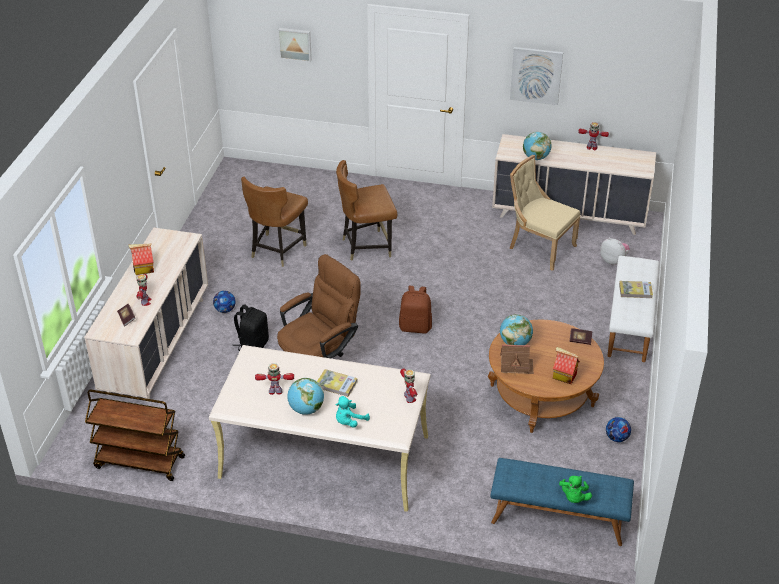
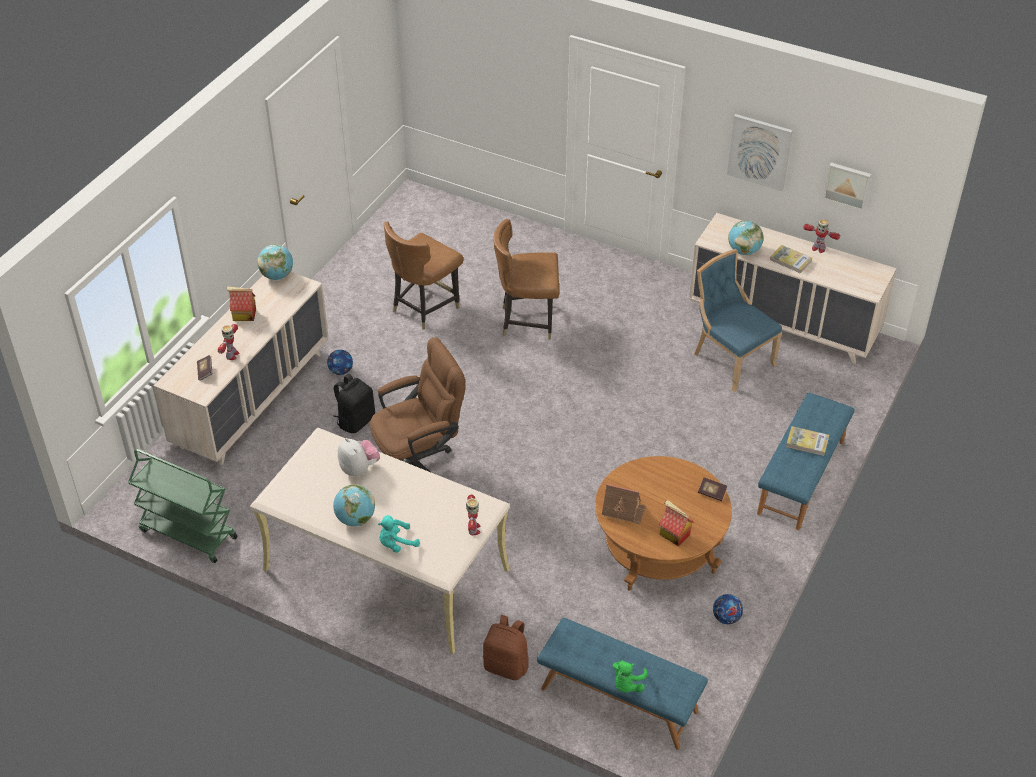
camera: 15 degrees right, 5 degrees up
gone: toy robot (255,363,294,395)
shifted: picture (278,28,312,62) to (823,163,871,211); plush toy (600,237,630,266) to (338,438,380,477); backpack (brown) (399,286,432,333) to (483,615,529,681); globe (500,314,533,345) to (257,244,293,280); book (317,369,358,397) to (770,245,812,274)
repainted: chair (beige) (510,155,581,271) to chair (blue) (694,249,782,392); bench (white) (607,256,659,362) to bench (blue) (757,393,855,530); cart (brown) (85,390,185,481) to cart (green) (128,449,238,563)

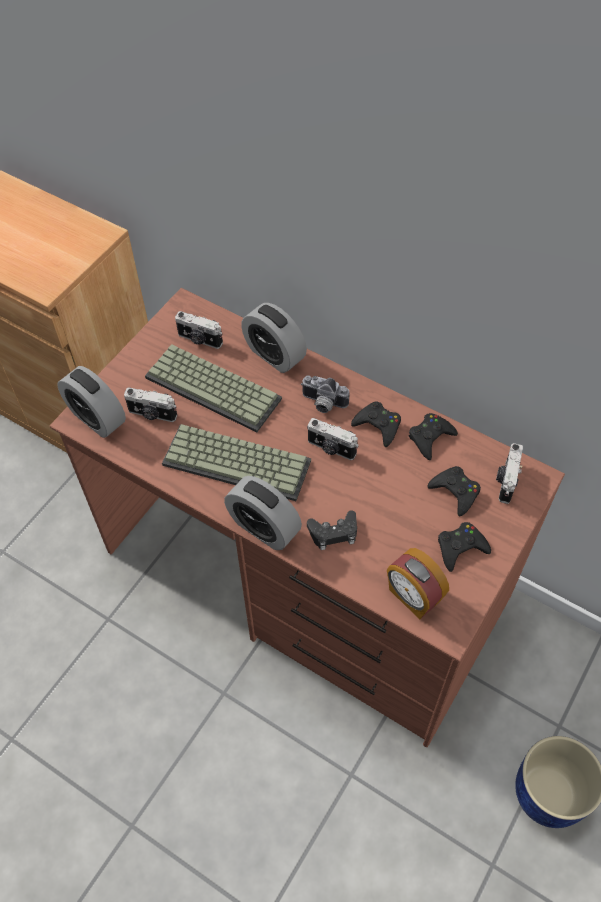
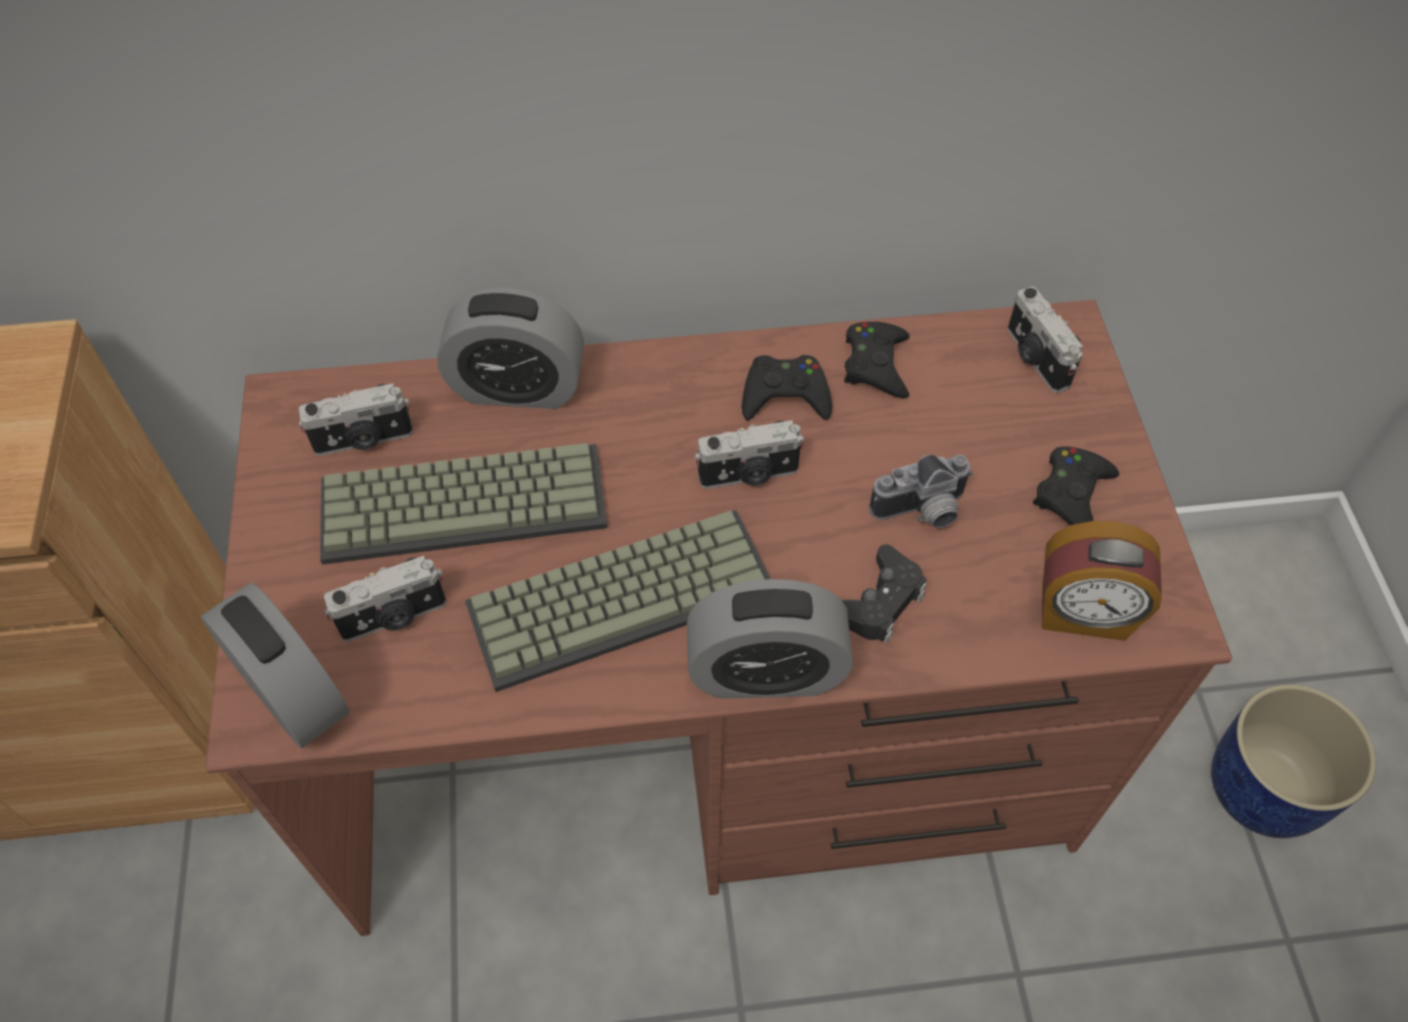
camera: 40 degrees left, 0 degrees up
gone: game controller (black) (427,466,481,517)
shifted: photo camera (301,376,350,413) to (870,455,973,528)
rotated: alarm clock (57,366,126,438) = (201,583,349,748) 135 degrees counterclockwise

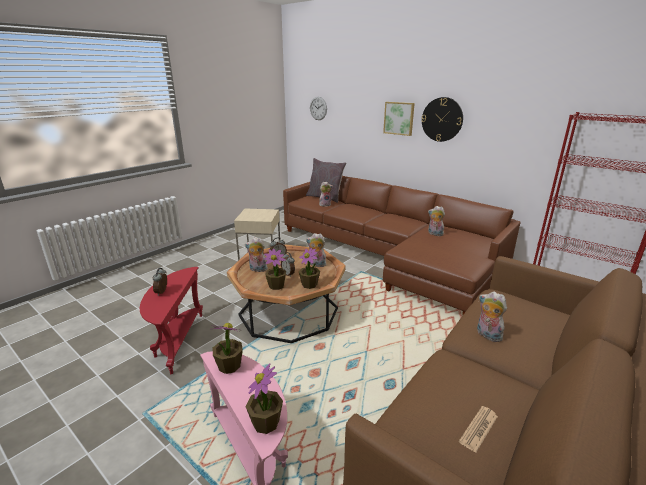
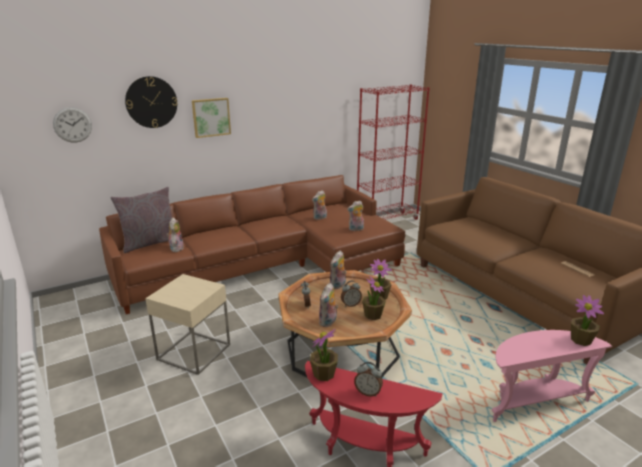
camera: 70 degrees left, 0 degrees up
shifted: wall clock (421,97,463,142) to (125,76,177,128); plush toy (477,291,507,342) to (347,200,364,231); potted plant (212,323,243,374) to (310,329,338,381)

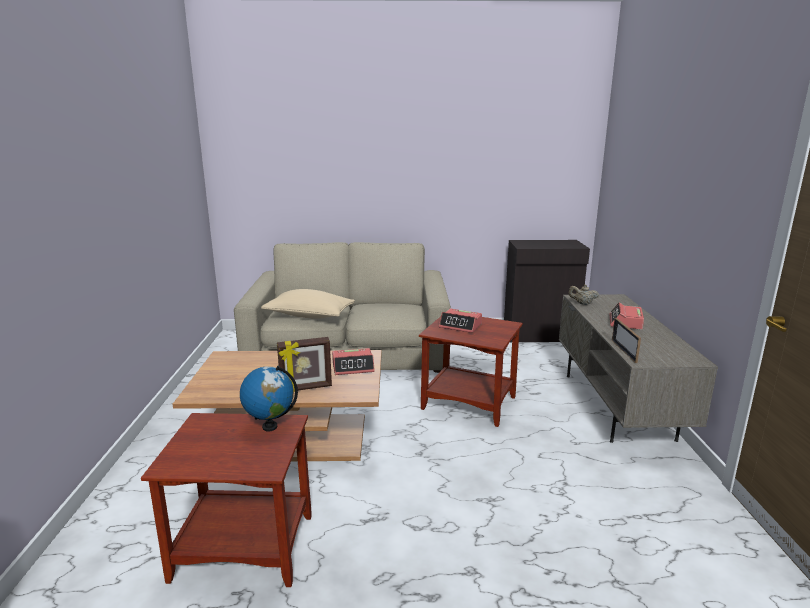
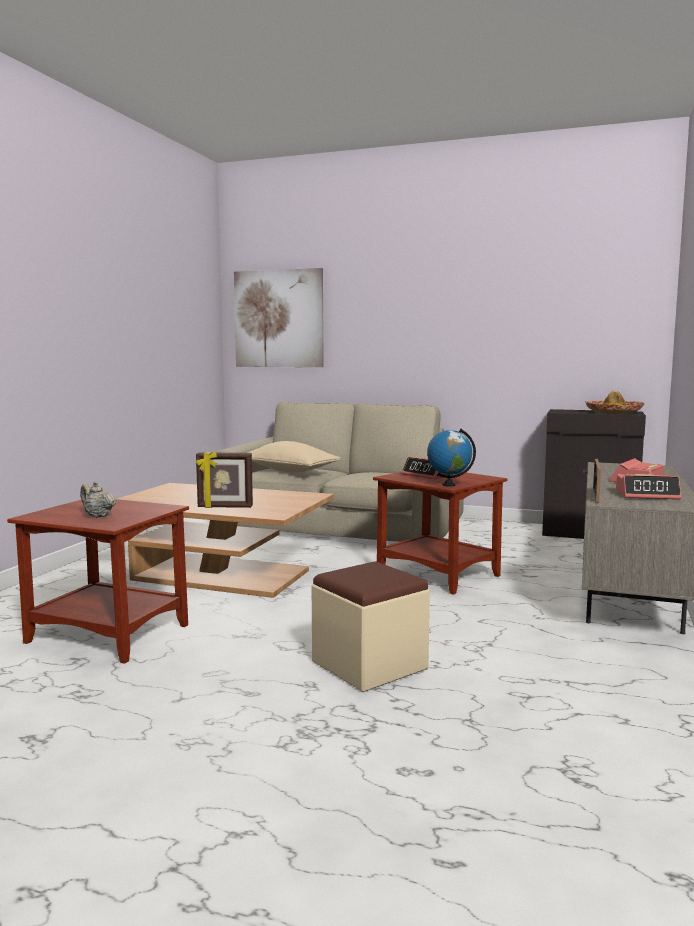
camera: 20 degrees right, 10 degrees down
new: picture (234,268,323,367); hat (585,390,645,414); ottoman (beige) (312,562,430,692)
shifted: teapot (beige) (569,284,599,305) to (80,481,116,518); alarm clock (332,348,375,375) to (616,474,681,499); globe (240,366,298,432) to (427,429,476,487)

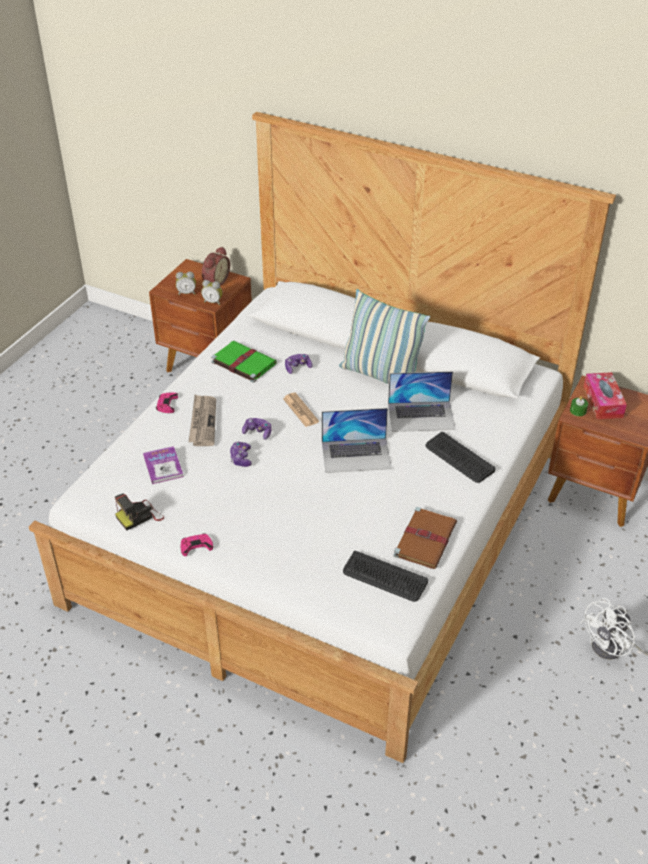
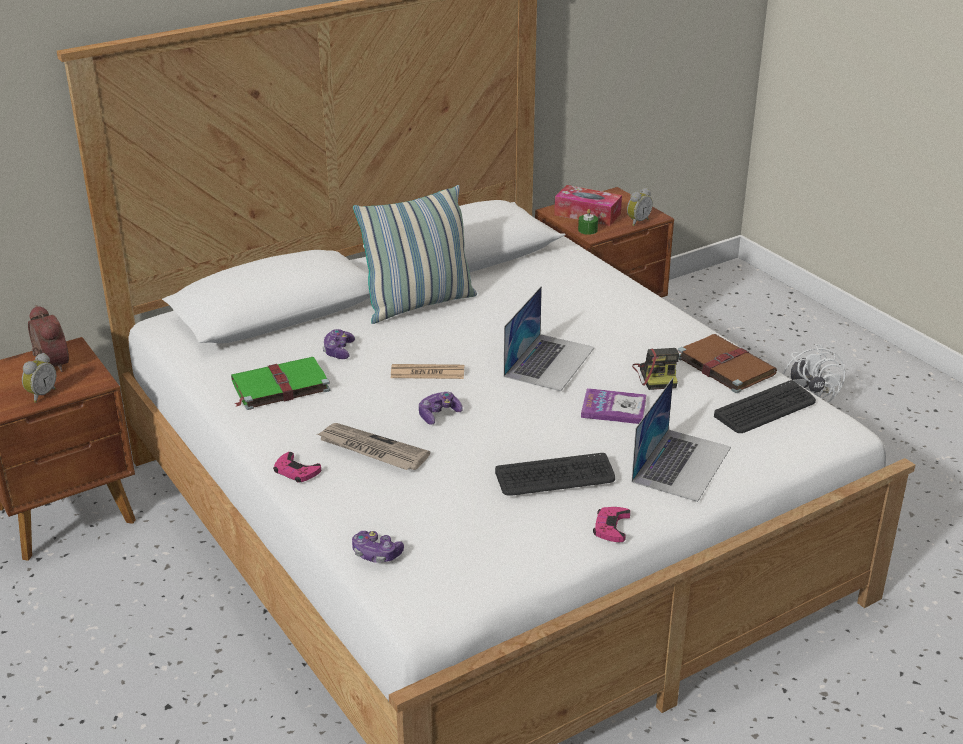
camera: 60 degrees left, 10 degrees down
shifted: alarm clock (201,280,223,305) to (627,188,653,226); laptop (388,371,456,432) to (632,378,731,502); keyboard (425,432,496,483) to (495,453,615,496); game controller (230,442,252,467) to (352,531,404,563); book (143,446,184,484) to (581,388,646,424); photo camera (115,493,164,530) to (632,348,679,390)

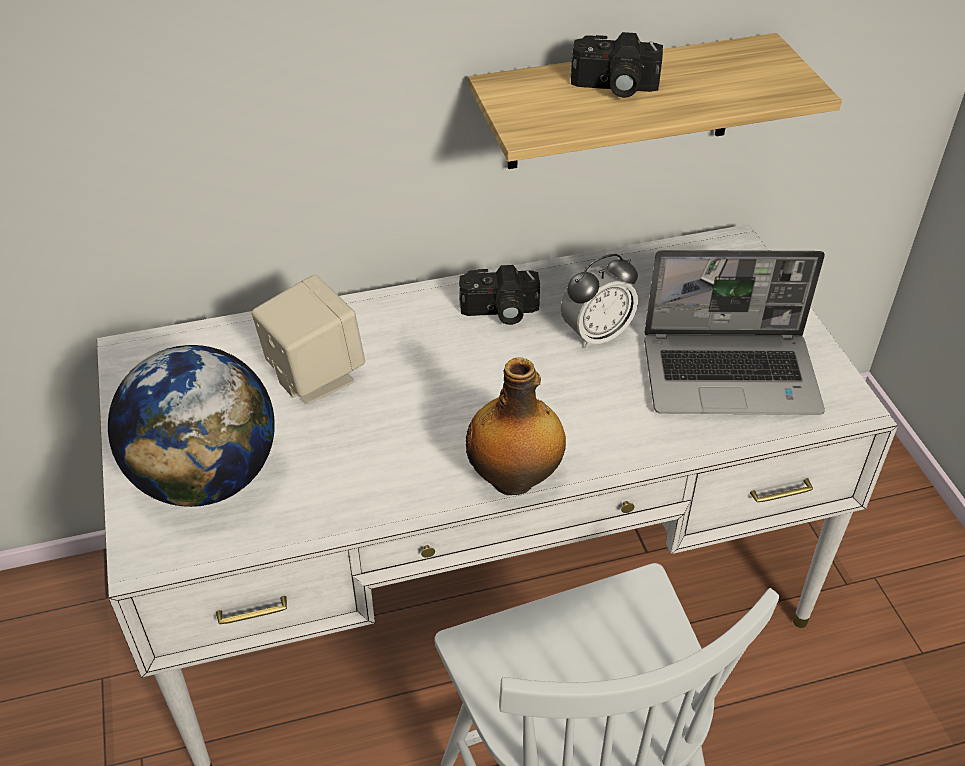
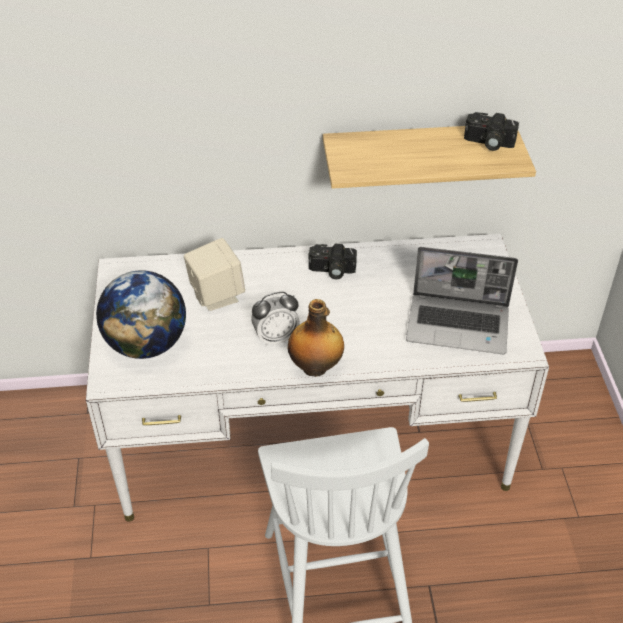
camera: 10 degrees right, 0 degrees up
shifted: photo camera (571,32,663,98) to (464,112,519,151); alarm clock (561,254,638,349) to (251,292,300,346)

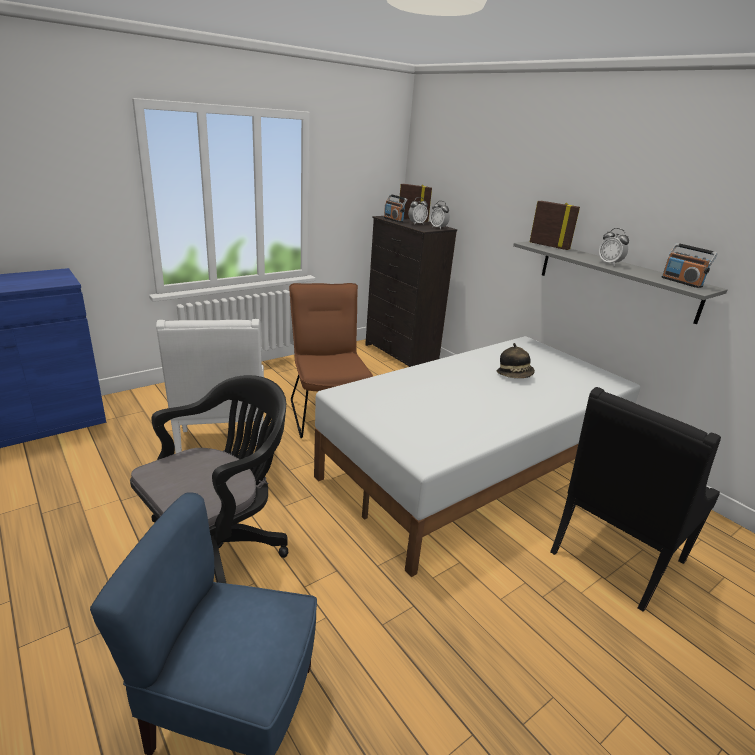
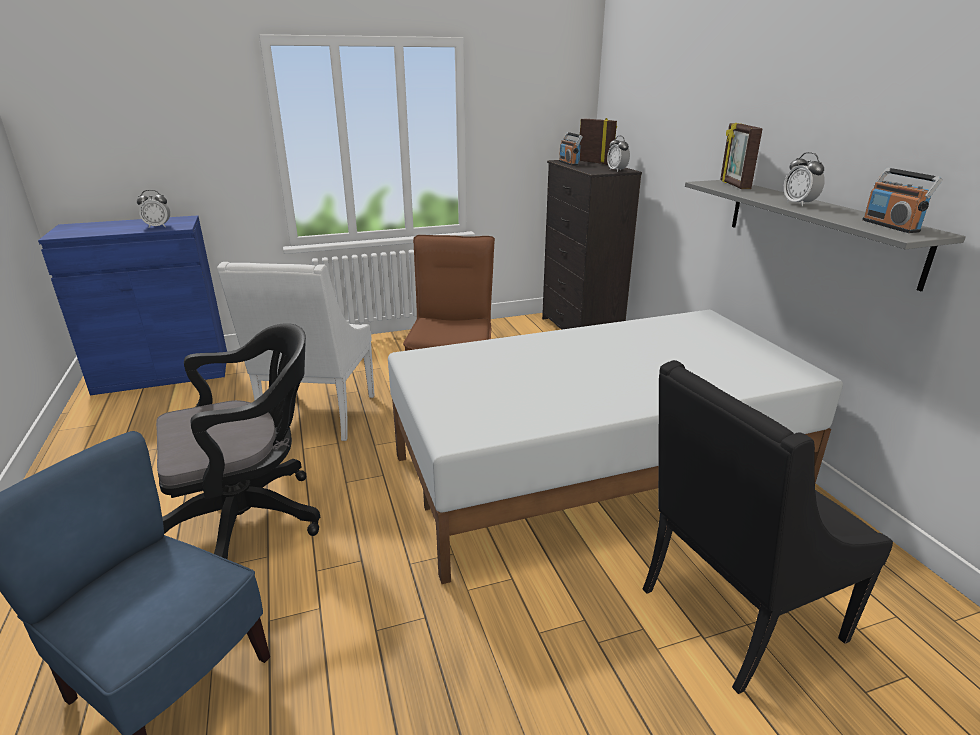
camera: 20 degrees right, 0 degrees up
gone: hat (497,343,535,378)
shifted: alarm clock (408,197,428,225) to (137,190,170,228)
rotated: picture frame (530,201,580,250) = (720,123,763,189) 150 degrees counterclockwise

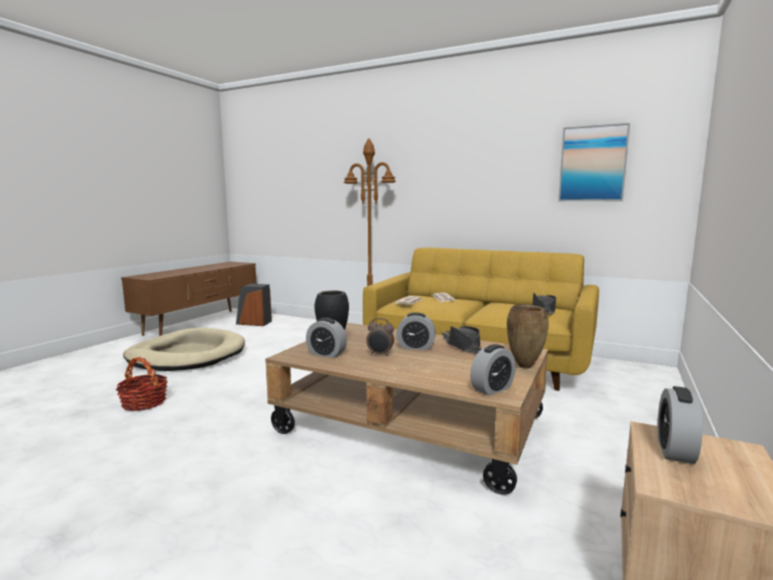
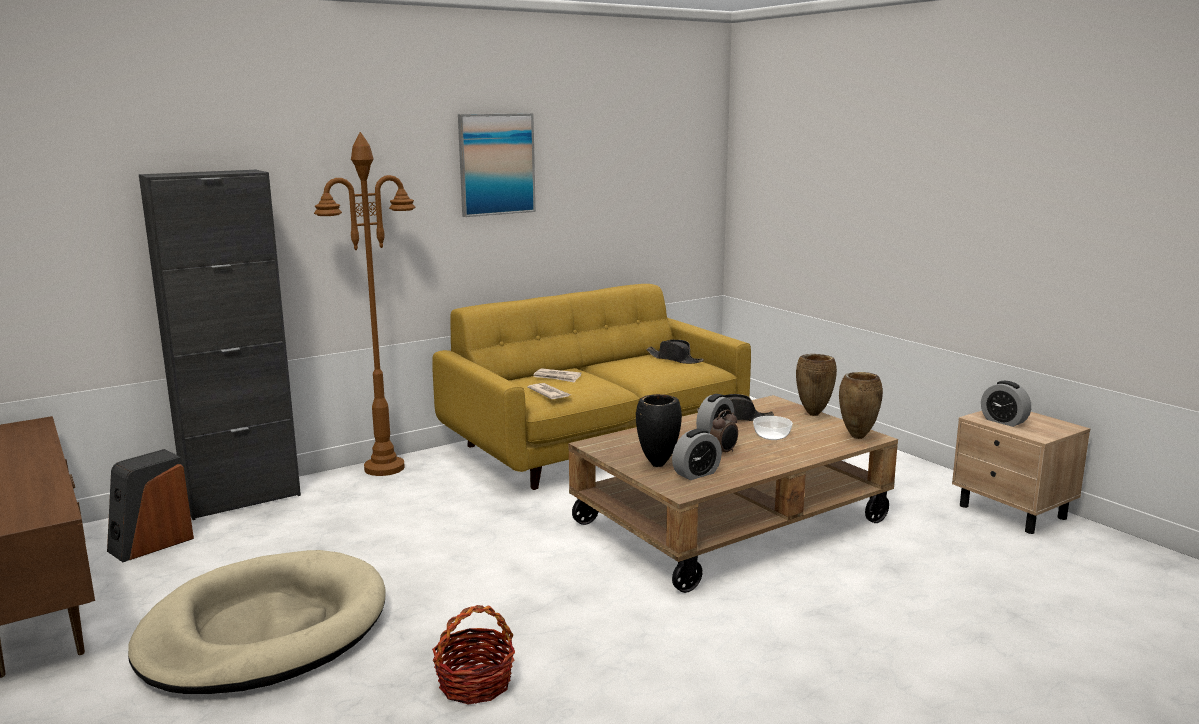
camera: 60 degrees left, 5 degrees up
new: cabinet (black) (139,170,301,520); bowl (753,416,793,440)
shifted: picture (558,123,630,201) to (458,113,536,217)
swapped: alarm clock (470,344,516,396) to vase (brown) (839,372,883,439)

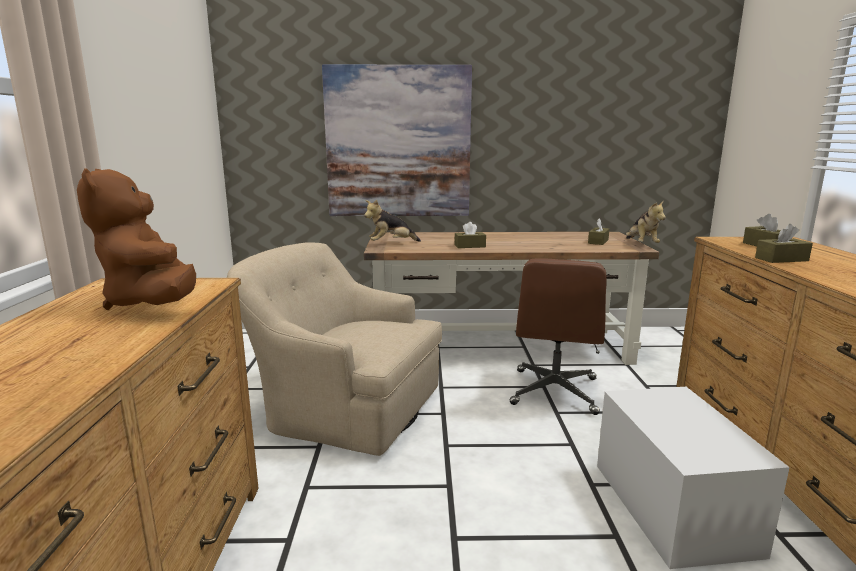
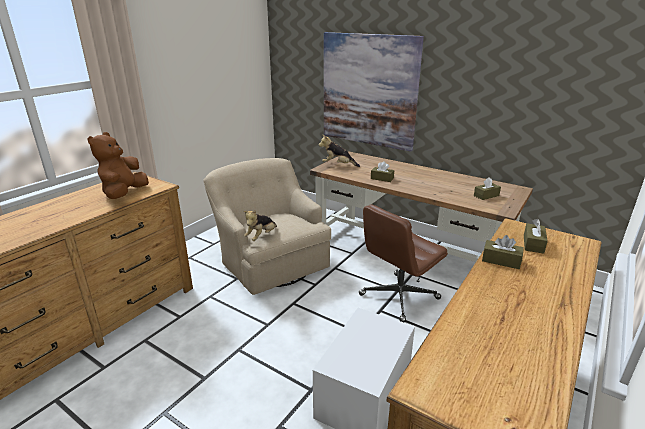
camera: 35 degrees right, 10 degrees up
shifted: plush toy (626,200,666,243) to (244,210,277,241)

